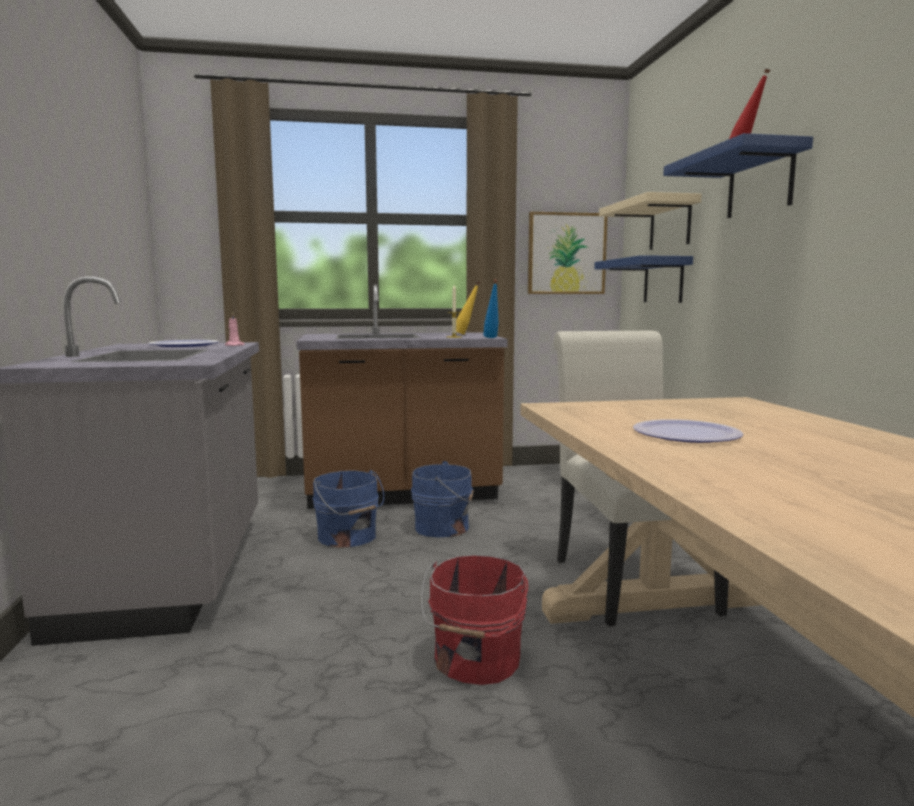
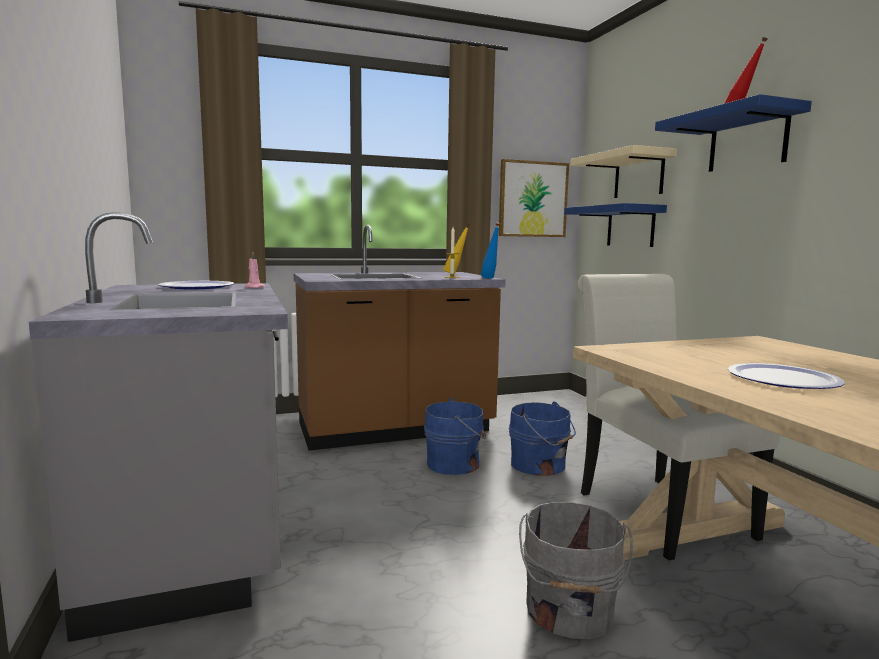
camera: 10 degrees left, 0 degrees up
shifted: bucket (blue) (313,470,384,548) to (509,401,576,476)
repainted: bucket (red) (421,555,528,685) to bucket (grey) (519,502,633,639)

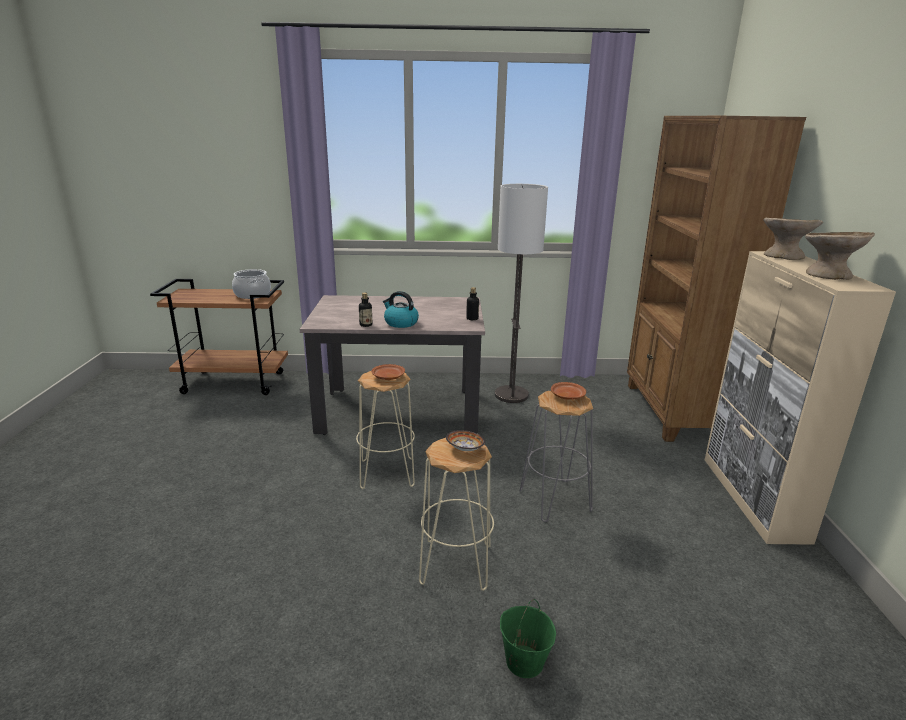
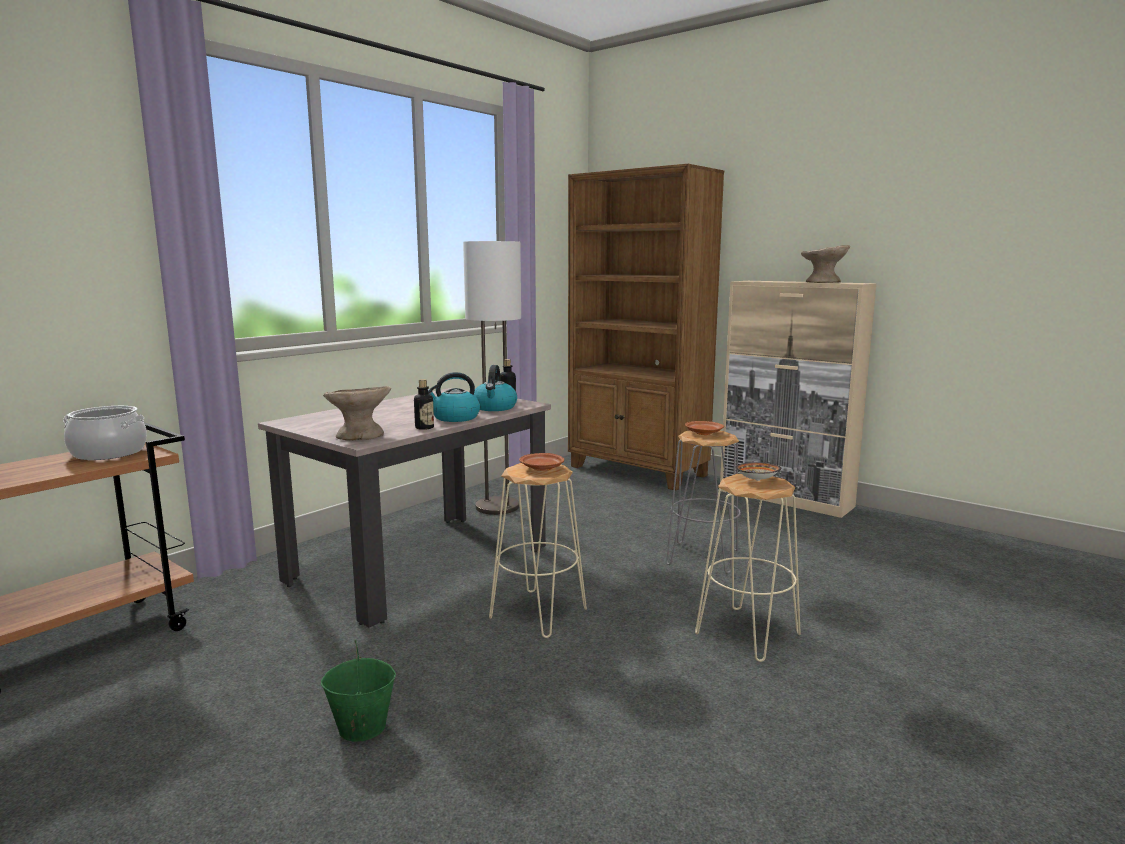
camera: 50 degrees left, 10 degrees down
new: kettle (474,365,517,411)
shifted: bowl (beige) (763,217,823,260) to (323,386,391,441); bucket (green) (500,599,556,678) to (321,639,396,742)

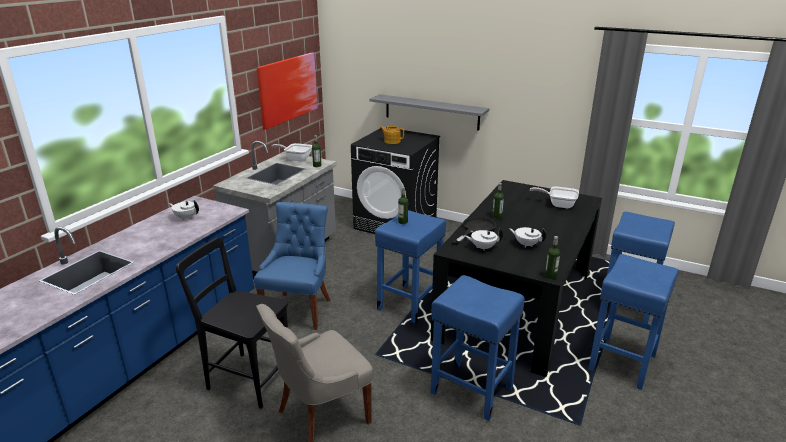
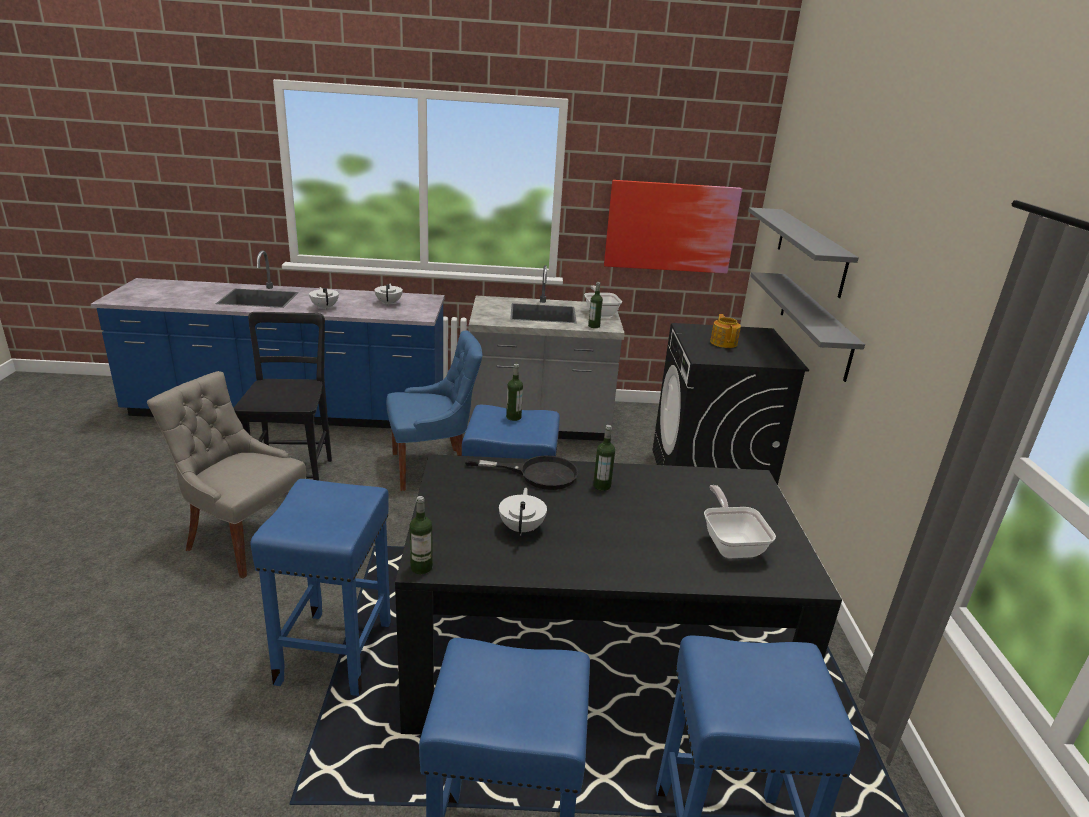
camera: 60 degrees right, 0 degrees up
new: shelf (grey) (748,207,859,298)
shifted: teapot (white) (464,228,503,250) to (309,287,339,310)

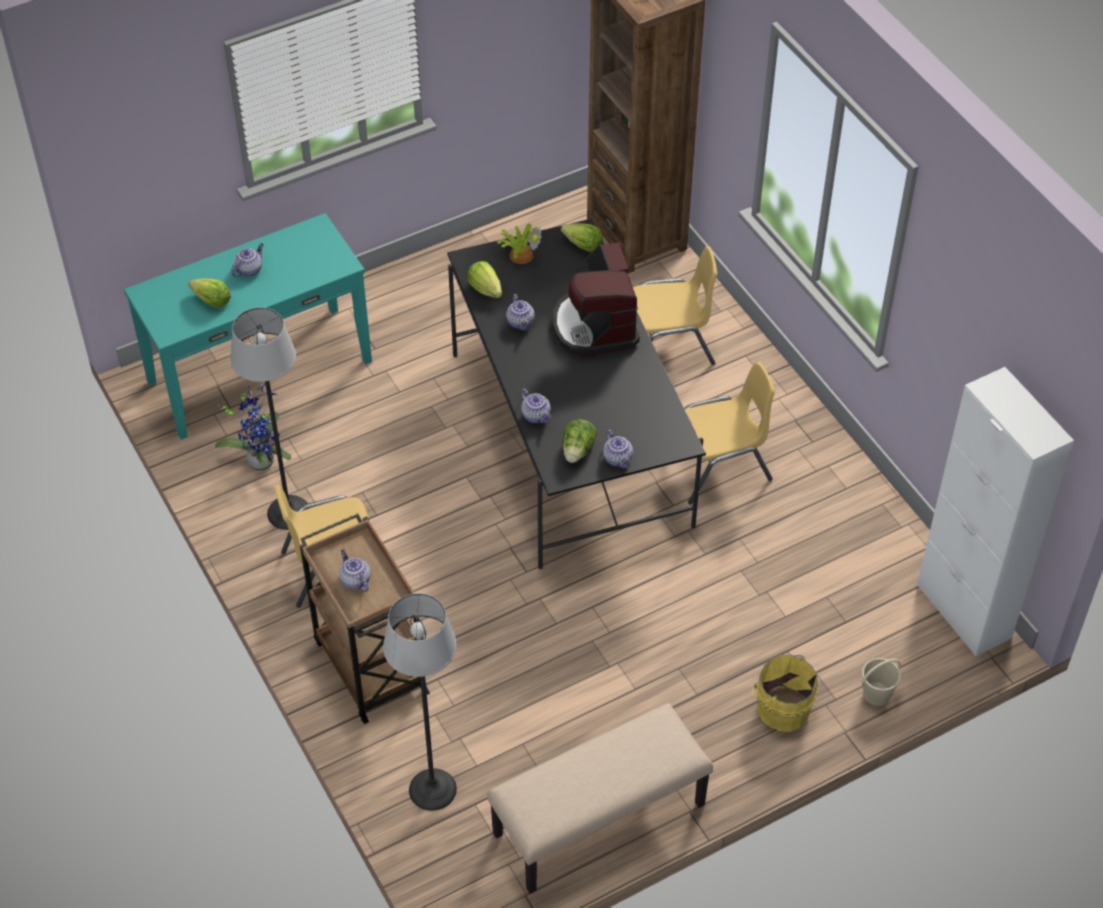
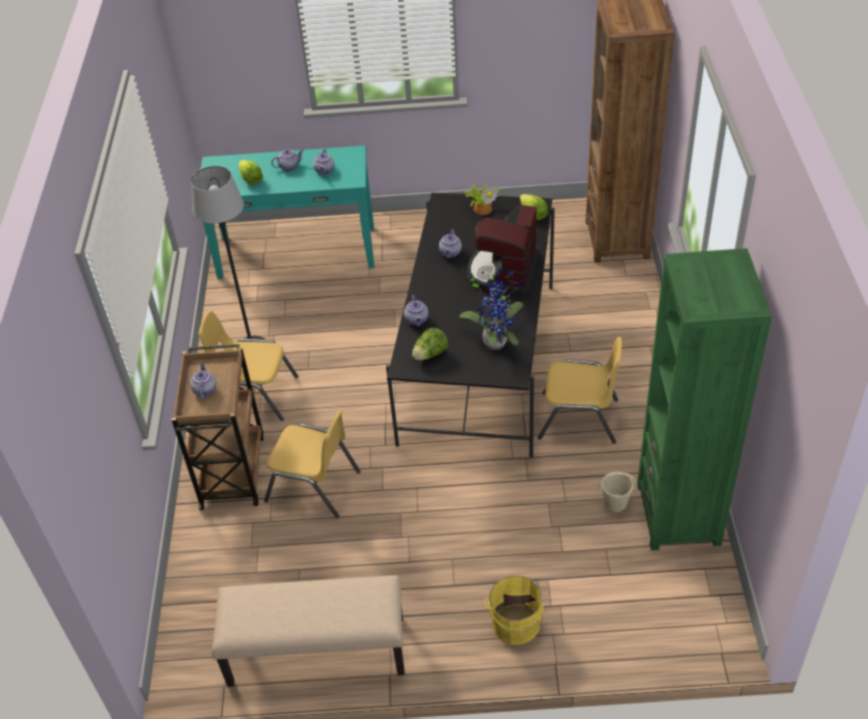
camera: 30 degrees right, 5 degrees down
gone: lettuce (467,261,502,298); cabinet (white) (917,367,1074,657); floor lamp (383,593,457,811)
new: bookcase (green) (637,248,772,550)
shifted: chair (yellow) (633,246,717,365) to (264,410,361,518); potted plant (215,384,291,471) to (459,268,523,350); teapot (603,430,633,468) to (313,149,334,175); bucket (beige) (862,658,901,706) to (599,472,636,512)

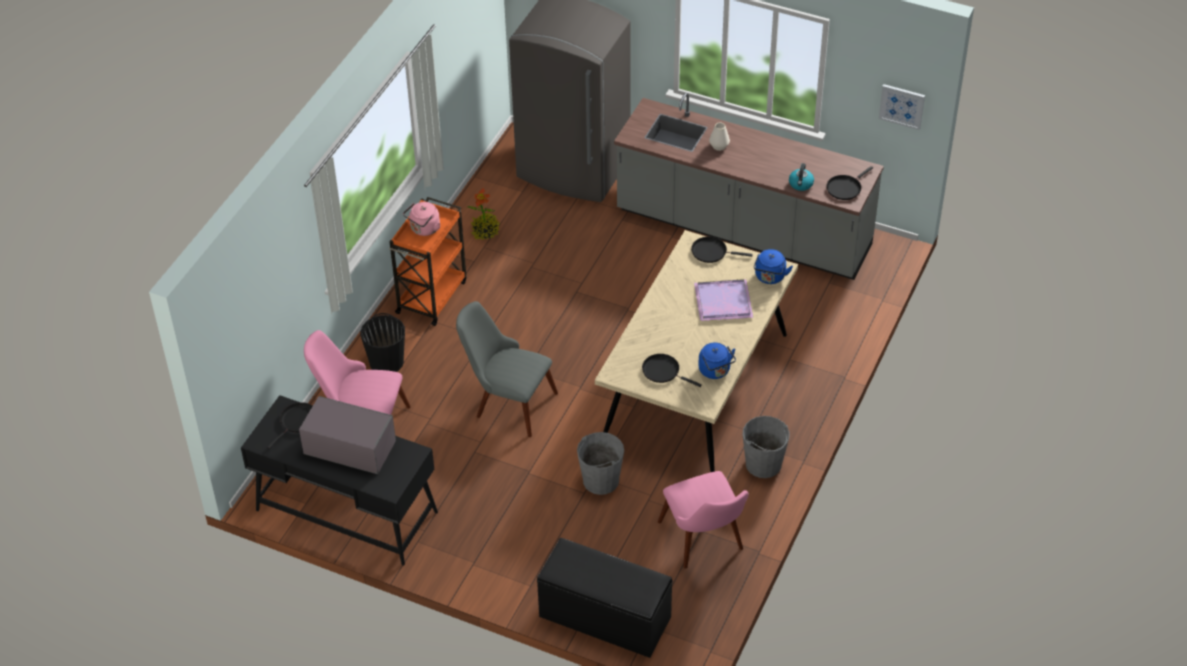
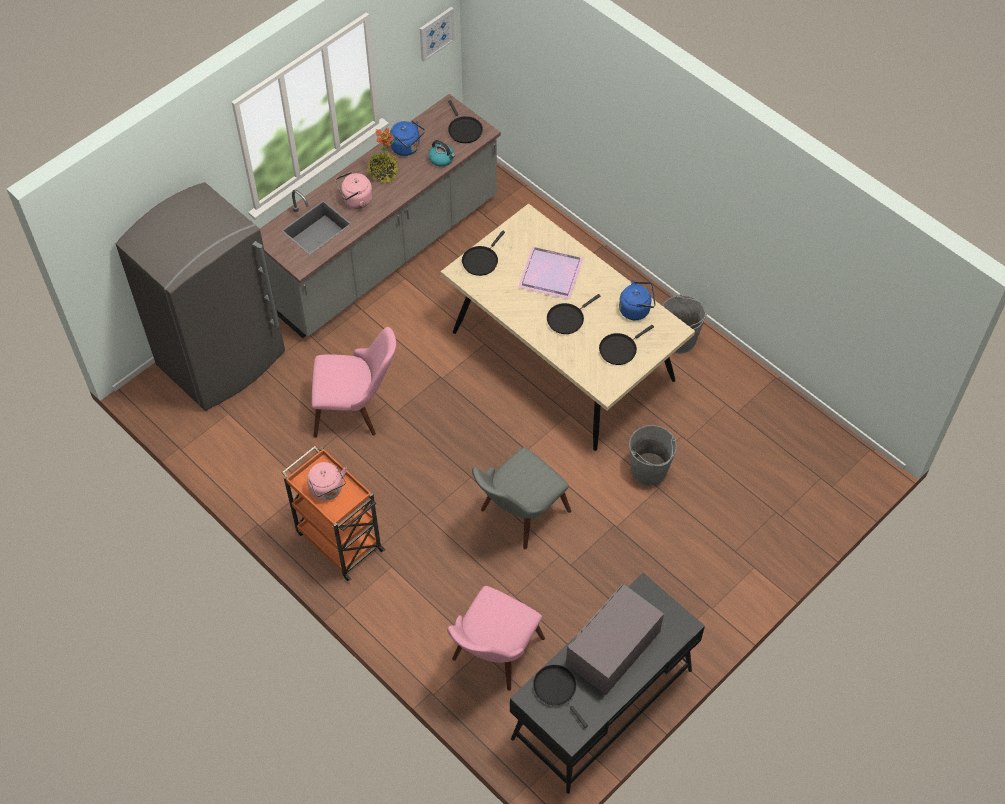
camera: 70 degrees left, 10 degrees up
gone: bucket (black) (360,313,405,372); bench (black) (537,538,673,658)
new: frying pan (black) (547,294,601,334)
shifted: potted plant (468,188,500,240) to (367,128,400,183); kettle (blue) (754,249,793,284) to (390,121,425,156); chair (pink) (658,471,749,568) to (312,327,396,438)
swapped: vase (white) (709,122,730,151) to kettle (pink) (336,172,373,209)

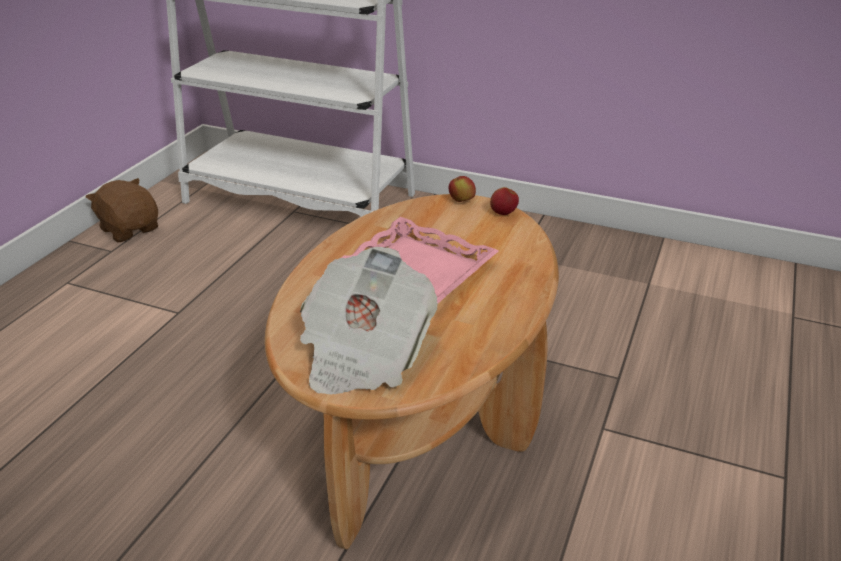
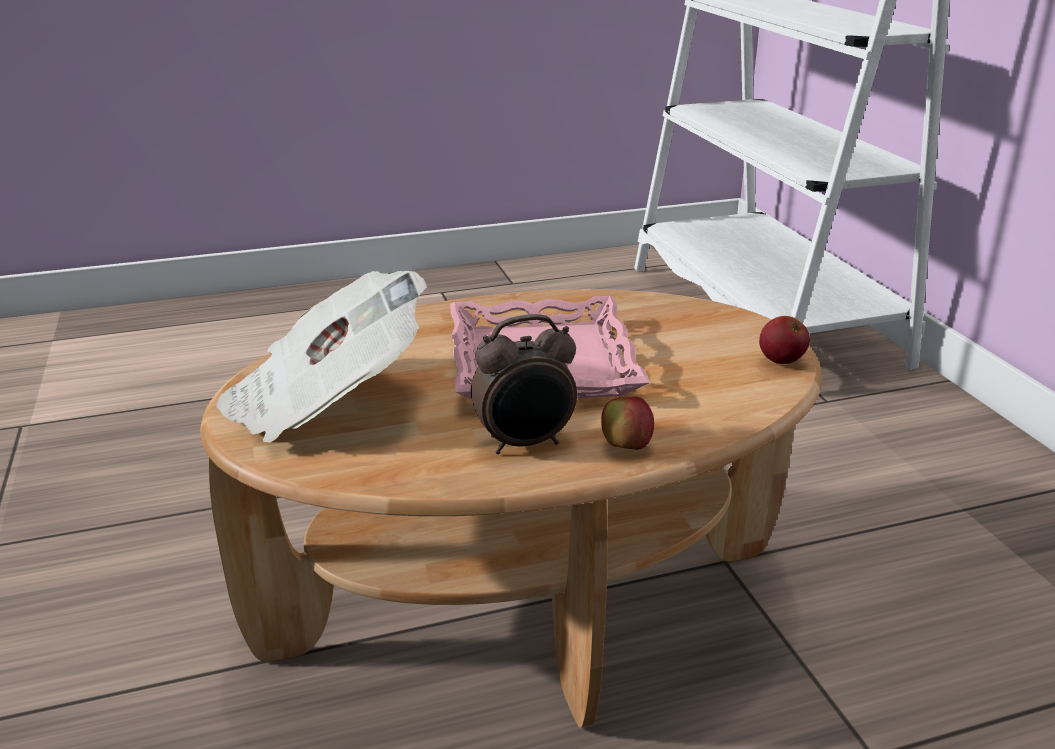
camera: 50 degrees right, 5 degrees down
gone: plush toy (brown) (86,178,158,243)
new: alarm clock (471,314,577,454)
shifted: apple (449,176,476,202) to (601,396,654,450)

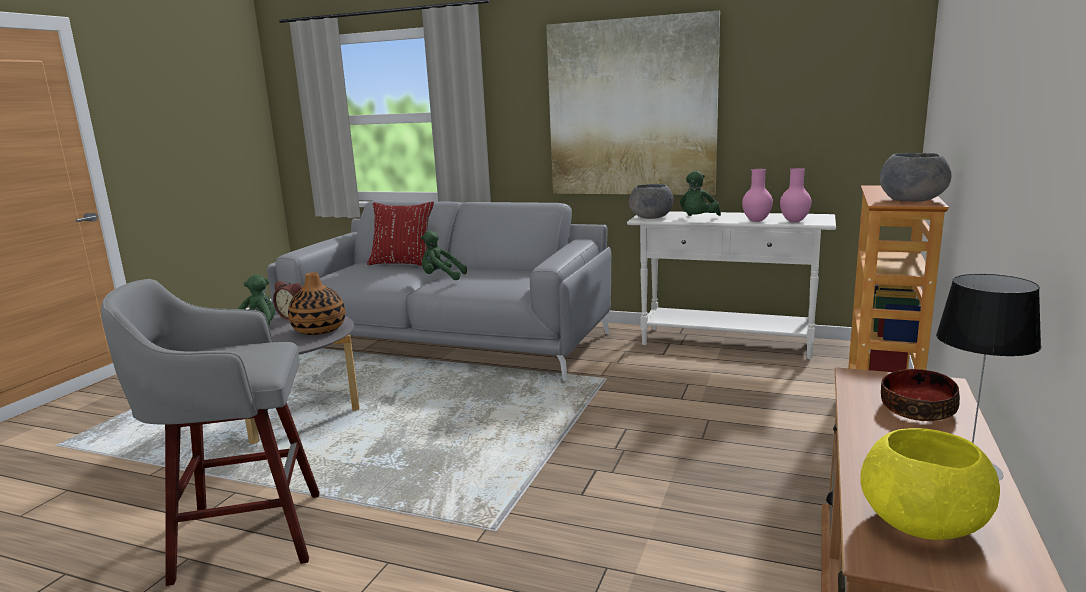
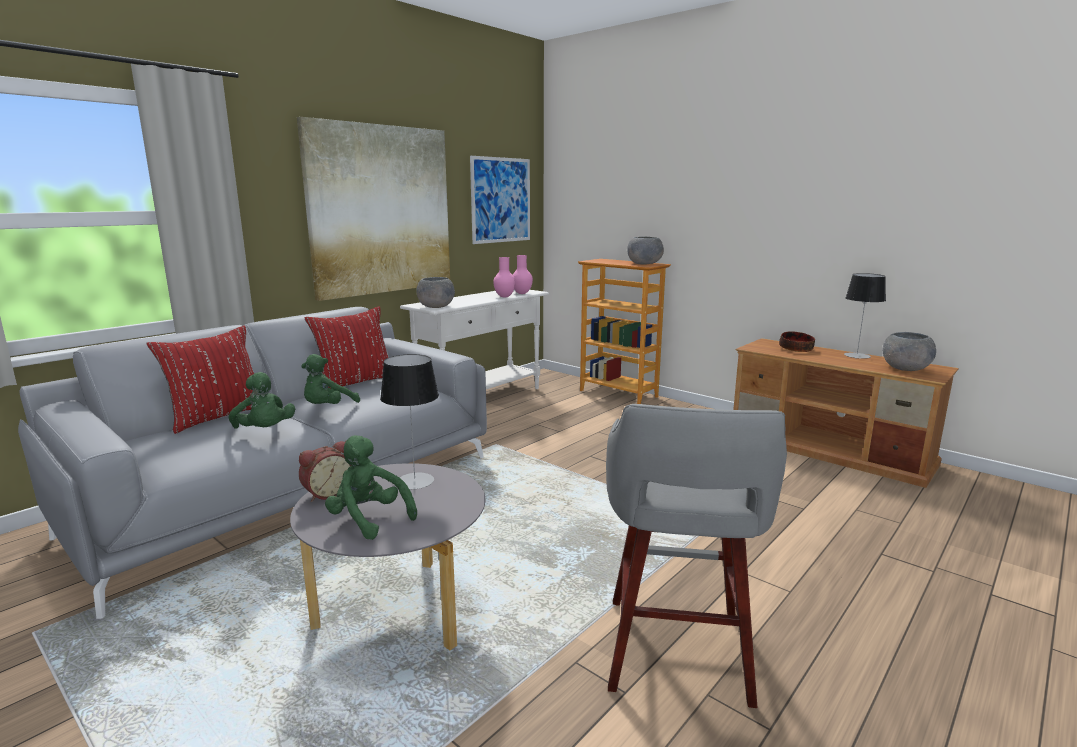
camera: 70 degrees left, 0 degrees up
new: picture (470,156,530,244); pillow (red) (305,306,389,389)
shifted: plush toy (green) (680,171,721,216) to (229,372,295,429)
swapped: vase (288,272,345,335) to table lamp (380,354,439,489)
repainted: bowl (yellow) (861,428,1000,540) to bowl (grey) (883,332,936,371)

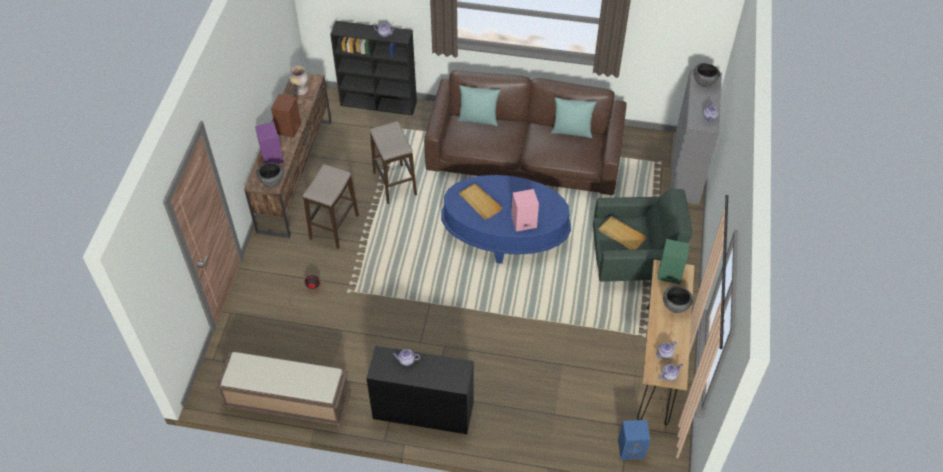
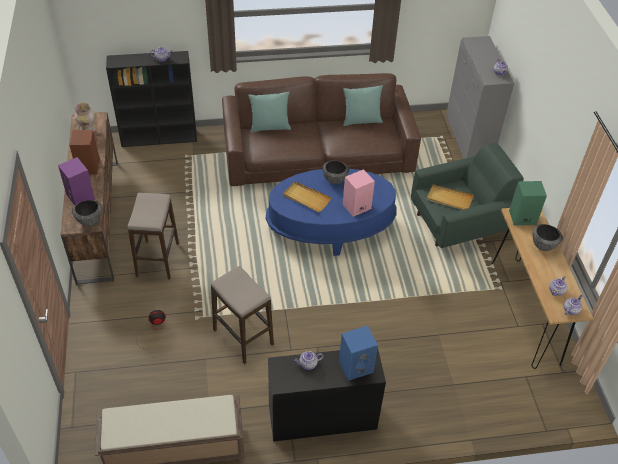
camera: 20 degrees left, 5 degrees down
shifted: bowl (694,63,720,87) to (323,161,349,184); stool (370,121,417,204) to (211,266,274,364); speaker (blue) (618,420,650,460) to (339,325,378,381)

